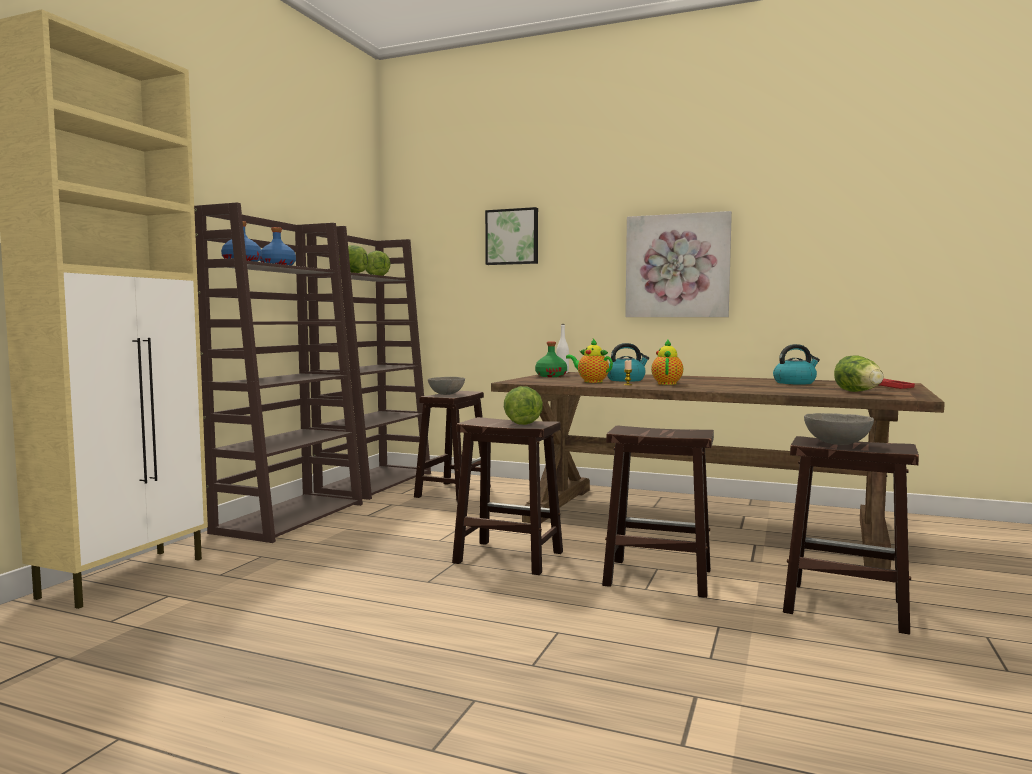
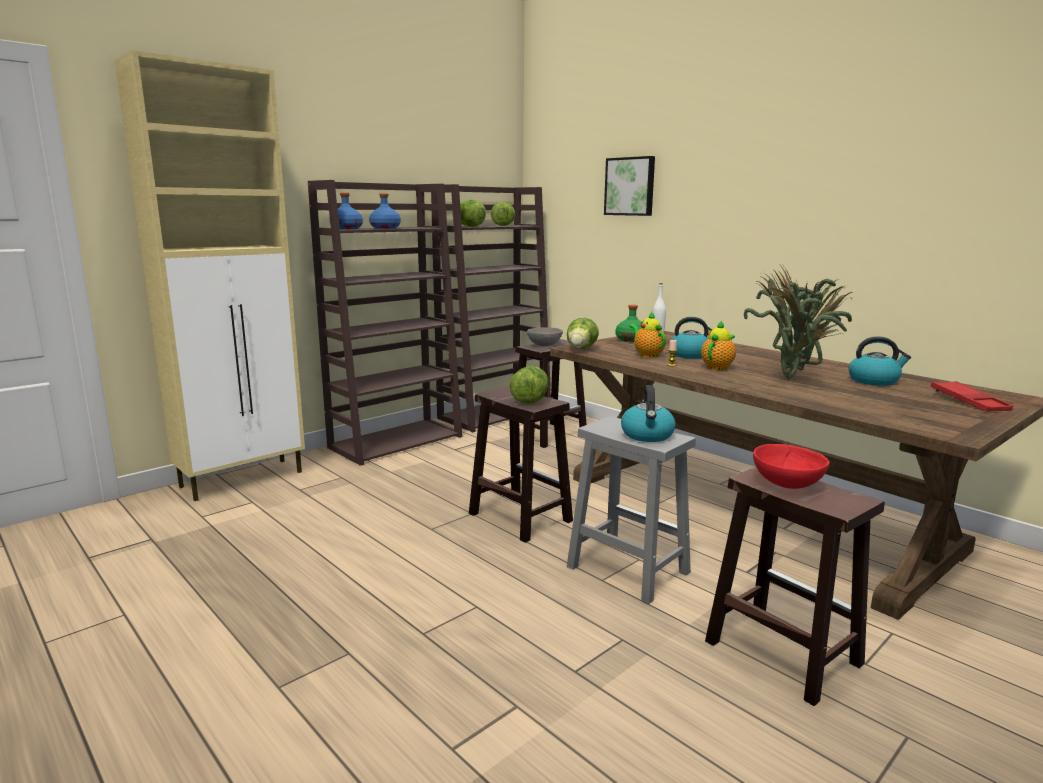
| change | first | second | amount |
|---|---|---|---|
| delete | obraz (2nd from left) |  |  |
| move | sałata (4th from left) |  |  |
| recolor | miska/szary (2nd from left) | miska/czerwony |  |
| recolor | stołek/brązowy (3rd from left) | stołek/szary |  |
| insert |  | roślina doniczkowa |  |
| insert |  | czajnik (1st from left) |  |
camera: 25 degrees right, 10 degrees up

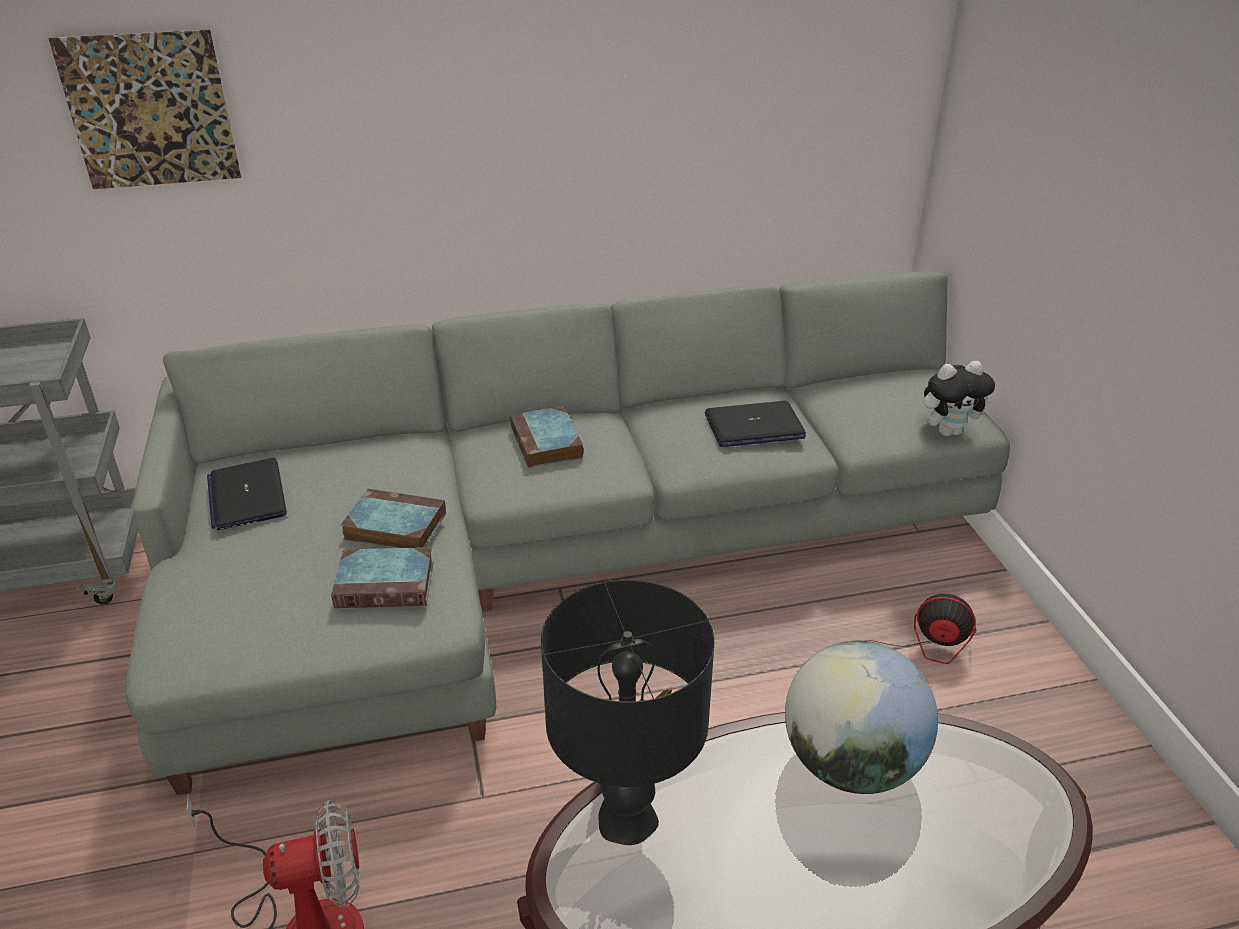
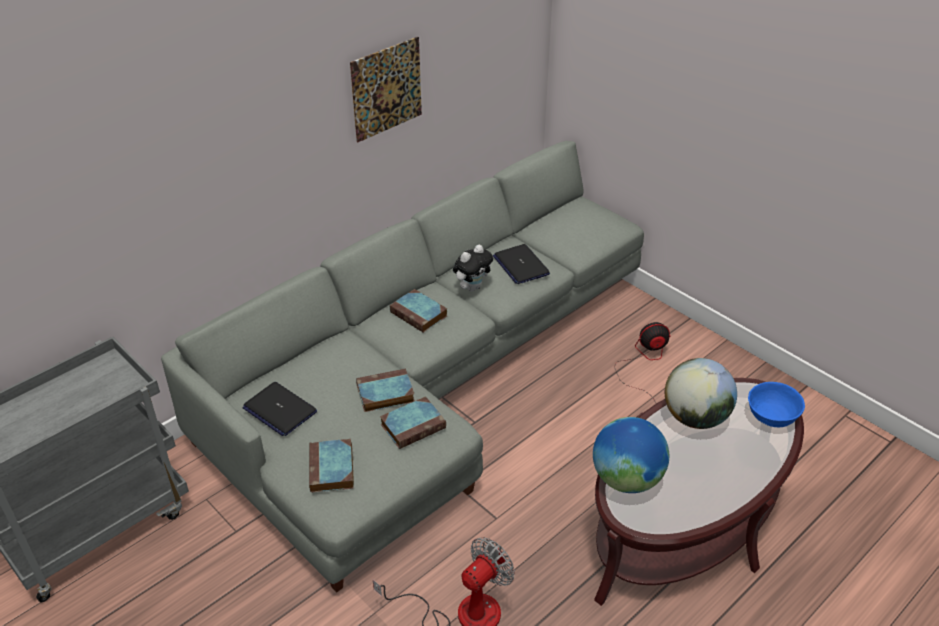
| change | first | second | amount |
|---|---|---|---|
| move | obraz |  |  |
| move | pluszak |  |  |
| rotate | laptop (2nd from left) |  | 105 degrees clockwise |
| replace | lampa stołowa/czarny | globus (1st from left) |  |
| insert |  | miska/niebieski |  |
| insert |  | książka (1st from left) |  |
camera: 30 degrees left, 5 degrees up

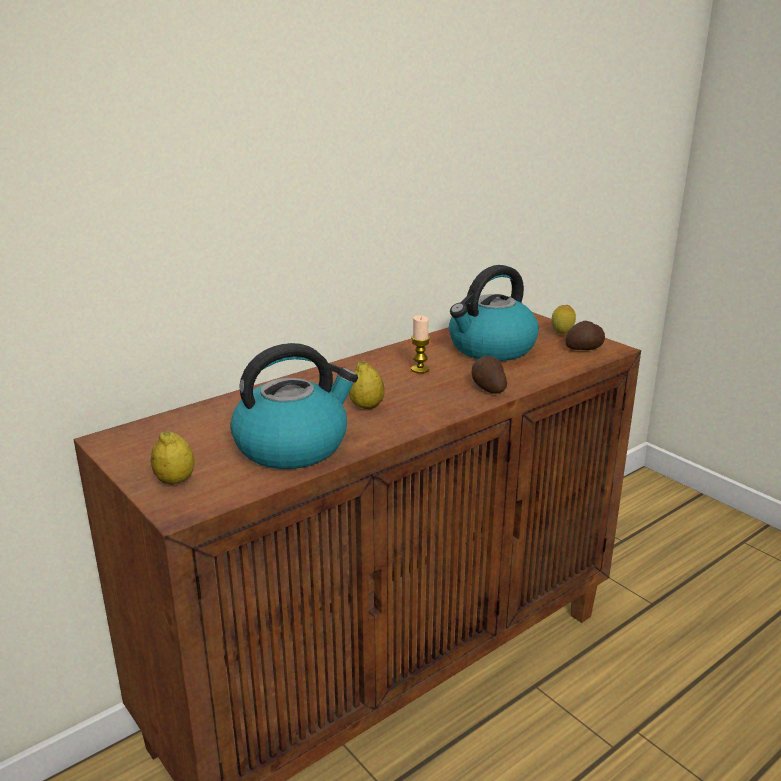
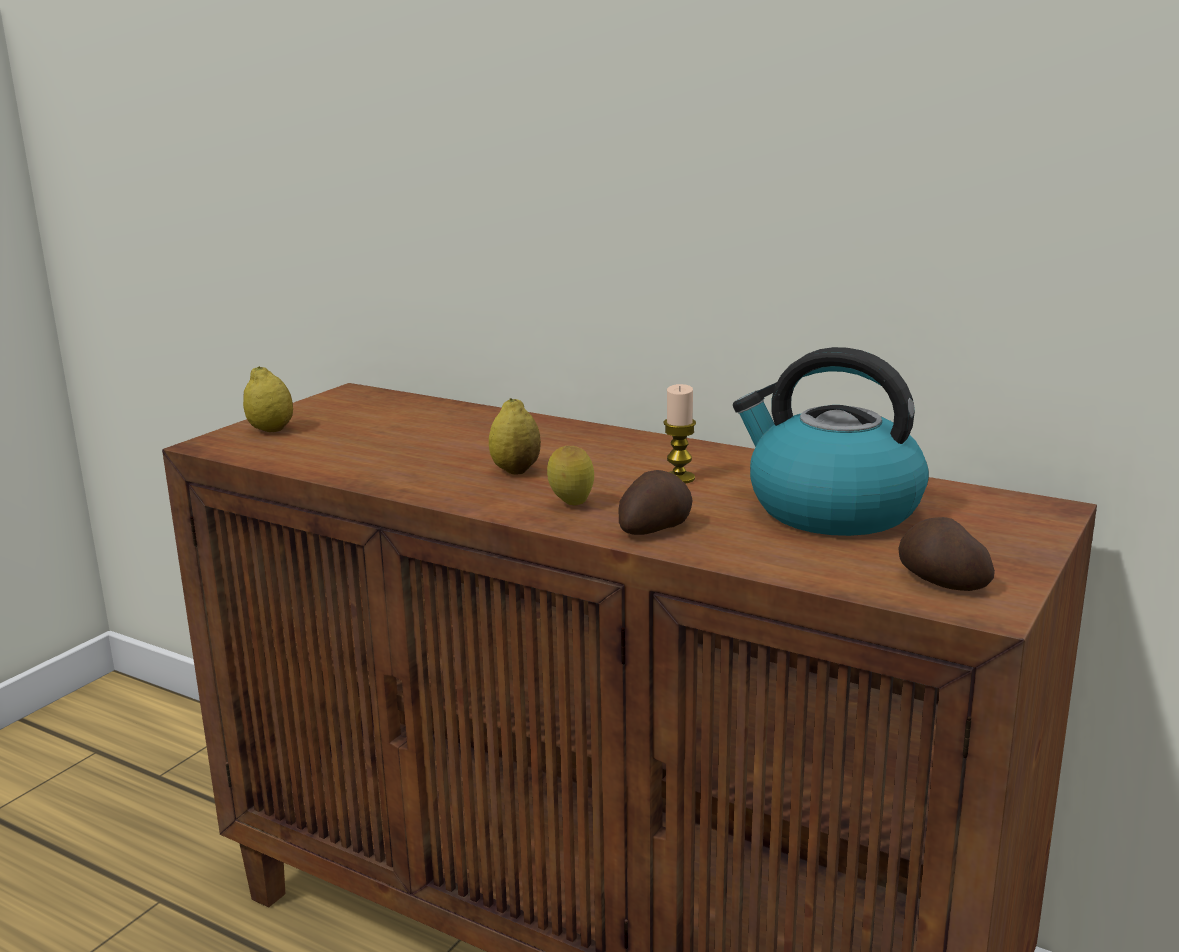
| change | first | second | amount |
|---|---|---|---|
| move | cytryna (3rd from left) |  |  |
| delete | czajnik (1st from left) |  |  |
camera: 70 degrees right, 5 degrees down

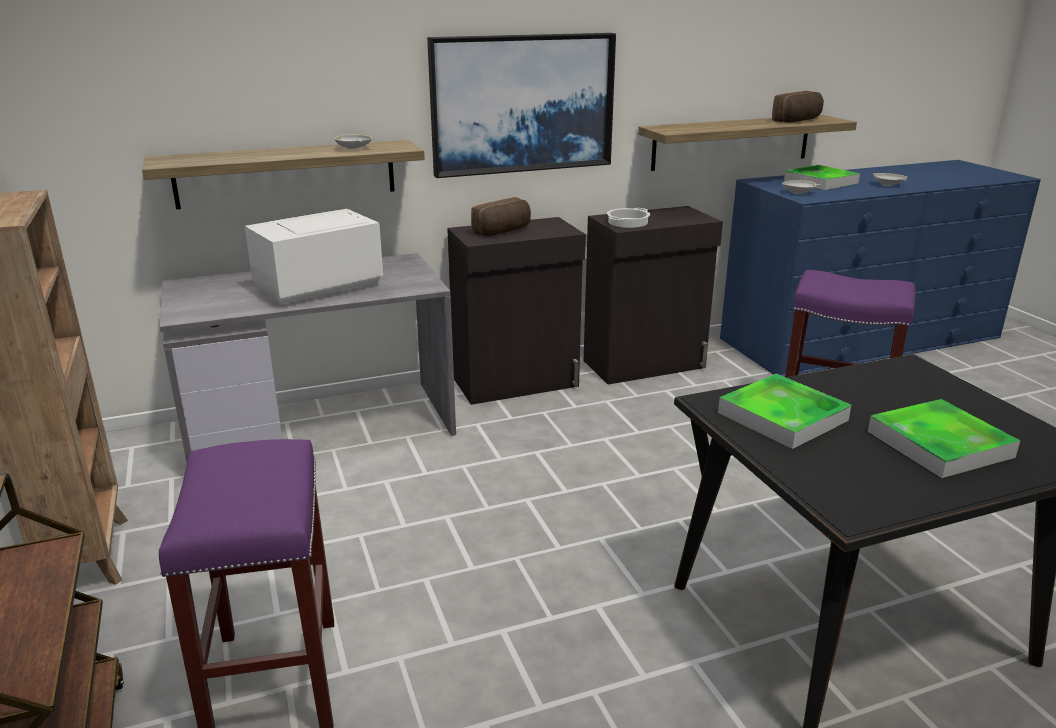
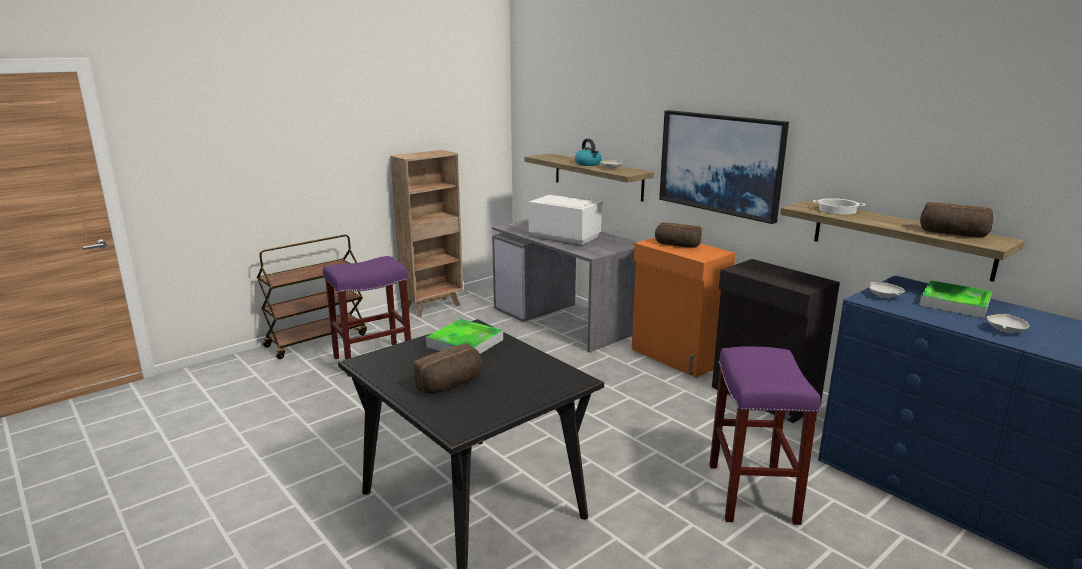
| change | first | second | amount |
|---|---|---|---|
| move | garnek |  |  |
| recolor | szafka/czarny (1st from left) | szafka/pomarańczowy |  |
| replace | taca (3rd from left) | chleb (1st from left) |  |
| insert |  | czajnik |  |
camera: 70 degrees right, 5 degrees down

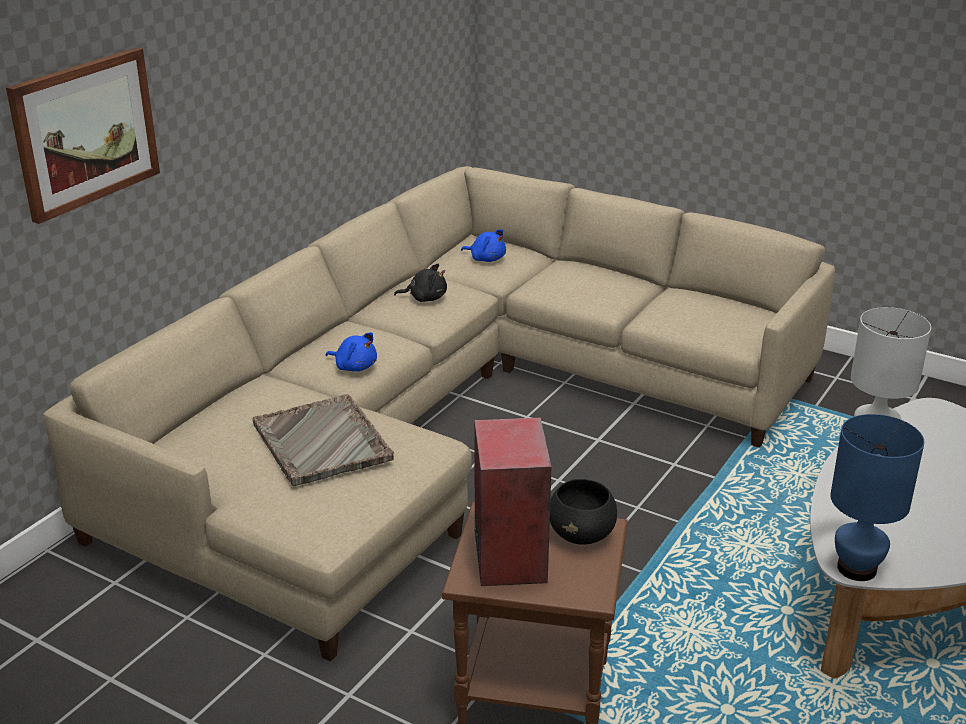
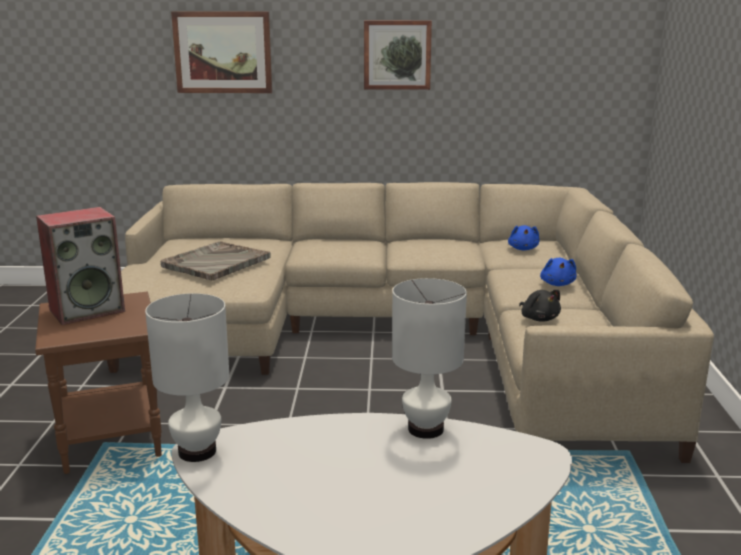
| change | first | second | amount |
|---|---|---|---|
| move | pluszak/czarny |  |  |
| move | pluszak/niebieski (1st from left in the first image) | pluszak/niebieski (2nd from left) |  |
| recolor | lampa stołowa/niebieski | lampa stołowa/biały (1st from left) |  |
| delete | miska/czarny |  |  |
| insert |  | obraz (2nd from left) |  |
camera: 60 degrees right, 10 degrees down

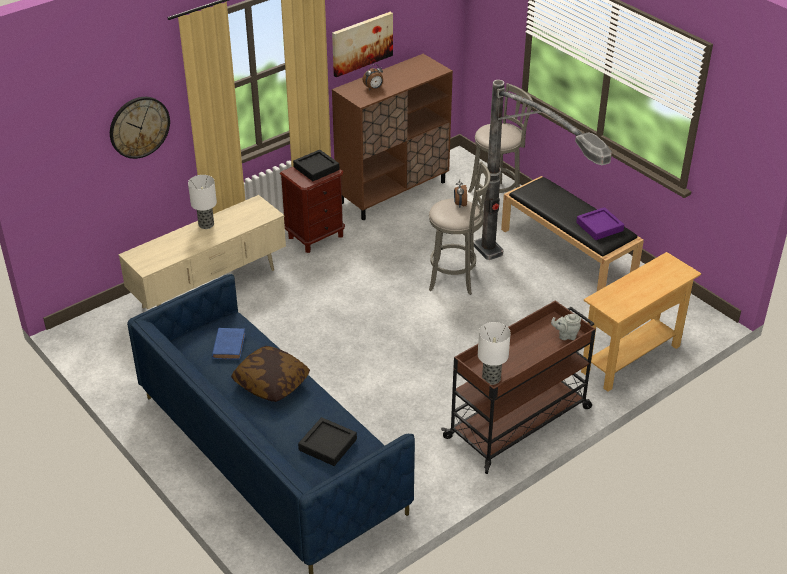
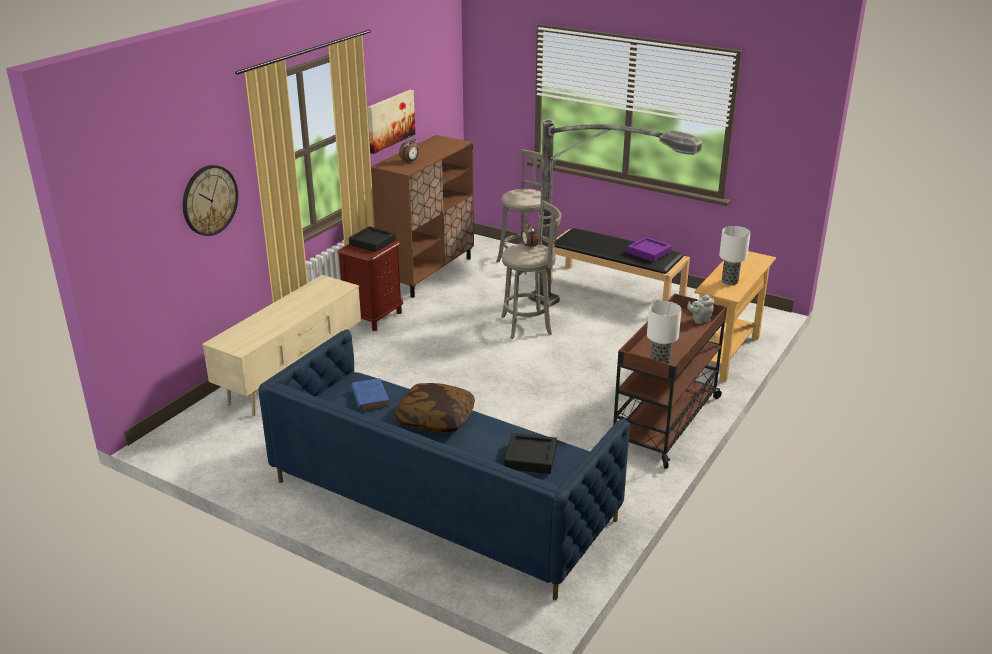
| change | first | second | amount |
|---|---|---|---|
| move | lampa stołowa (1st from left in the first image) | lampa stołowa (2nd from left) |  |
camera: 20 degrees left, 10 degrees down

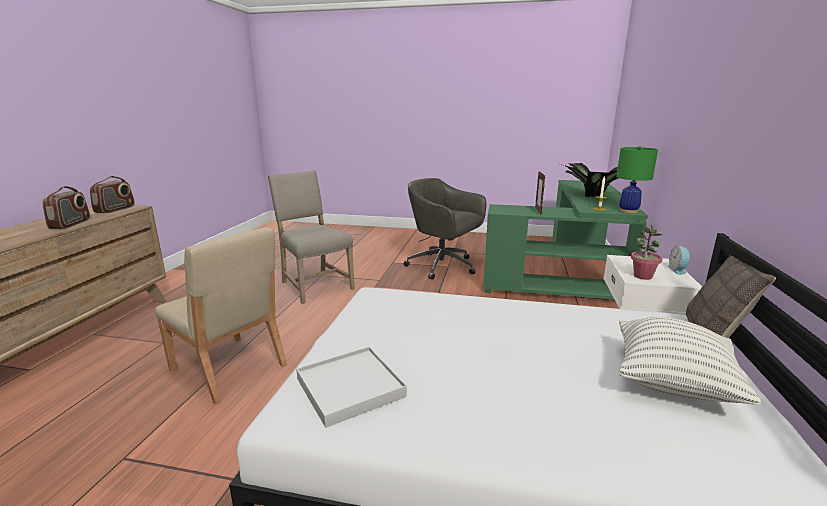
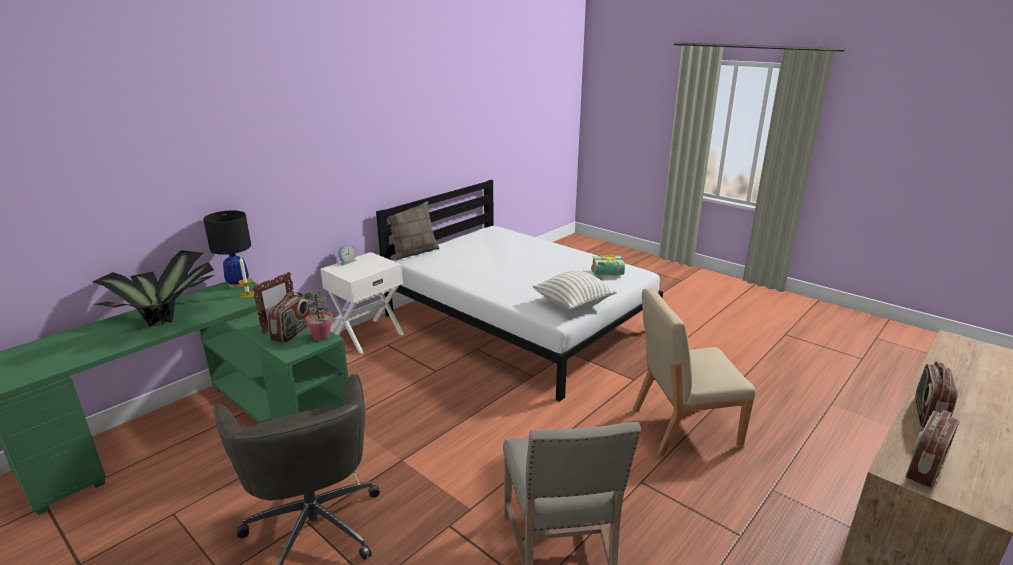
| change | first | second | amount |
|---|---|---|---|
| recolor | lampa stołowa/zielony | lampa stołowa/czarny |  |
| move | roślina doniczkowa (2nd from left) |  |  |
| rotate | krzesło/beżowy (1st from left in the first image) | krzesło/beżowy (2nd from left) | 75 degrees counterclockwise |
| move | poduszka (1st from left in the first image) | poduszka (2nd from left) |  |
| replace | taca/biały | książka |  |
| insert |  | radio (1st from left) |  |
camera: 150 degrees left, 5 degrees up

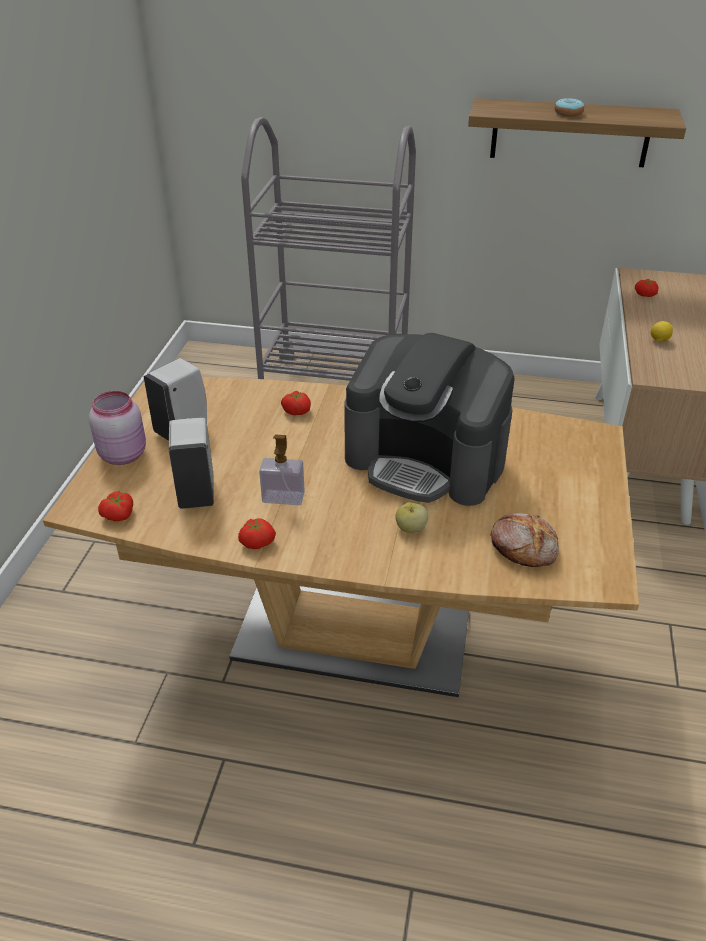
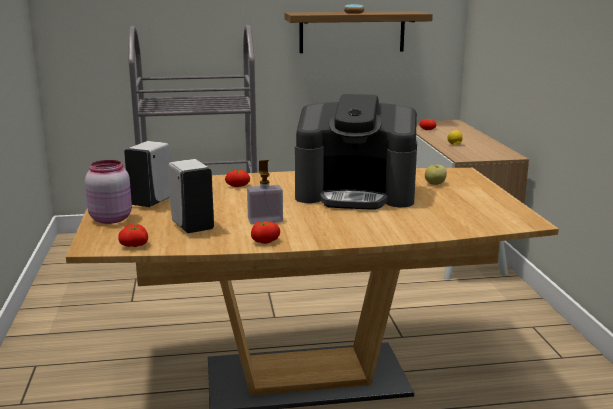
| change | first | second | amount |
|---|---|---|---|
| move | jabłko |  |  |
| delete | chleb |  |  |
camera: 20 degrees left, 20 degrees down

